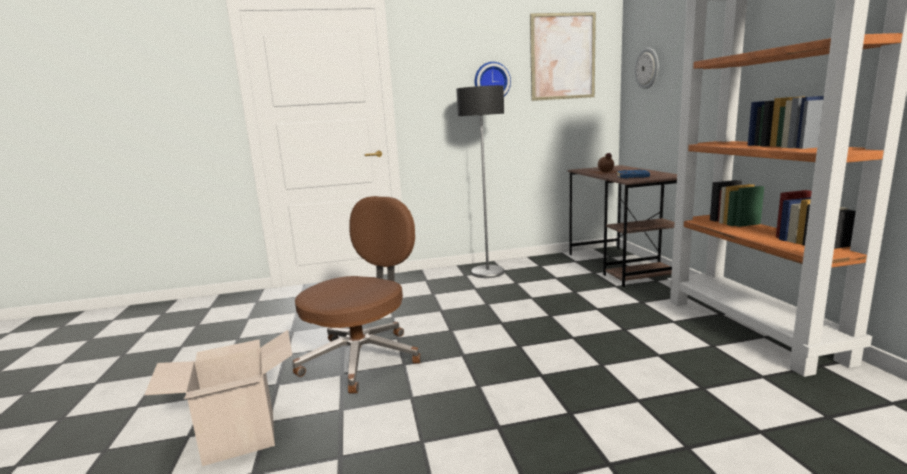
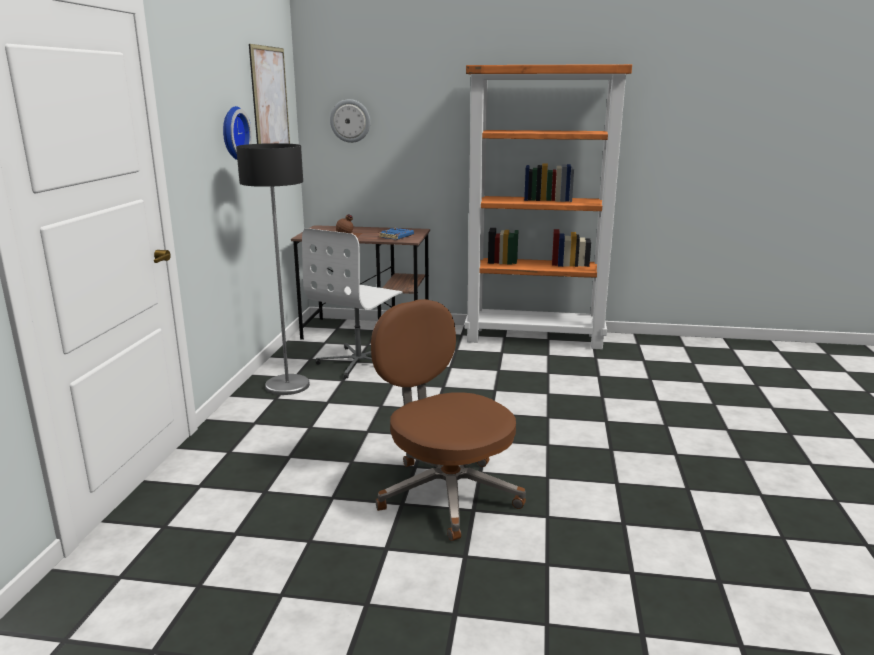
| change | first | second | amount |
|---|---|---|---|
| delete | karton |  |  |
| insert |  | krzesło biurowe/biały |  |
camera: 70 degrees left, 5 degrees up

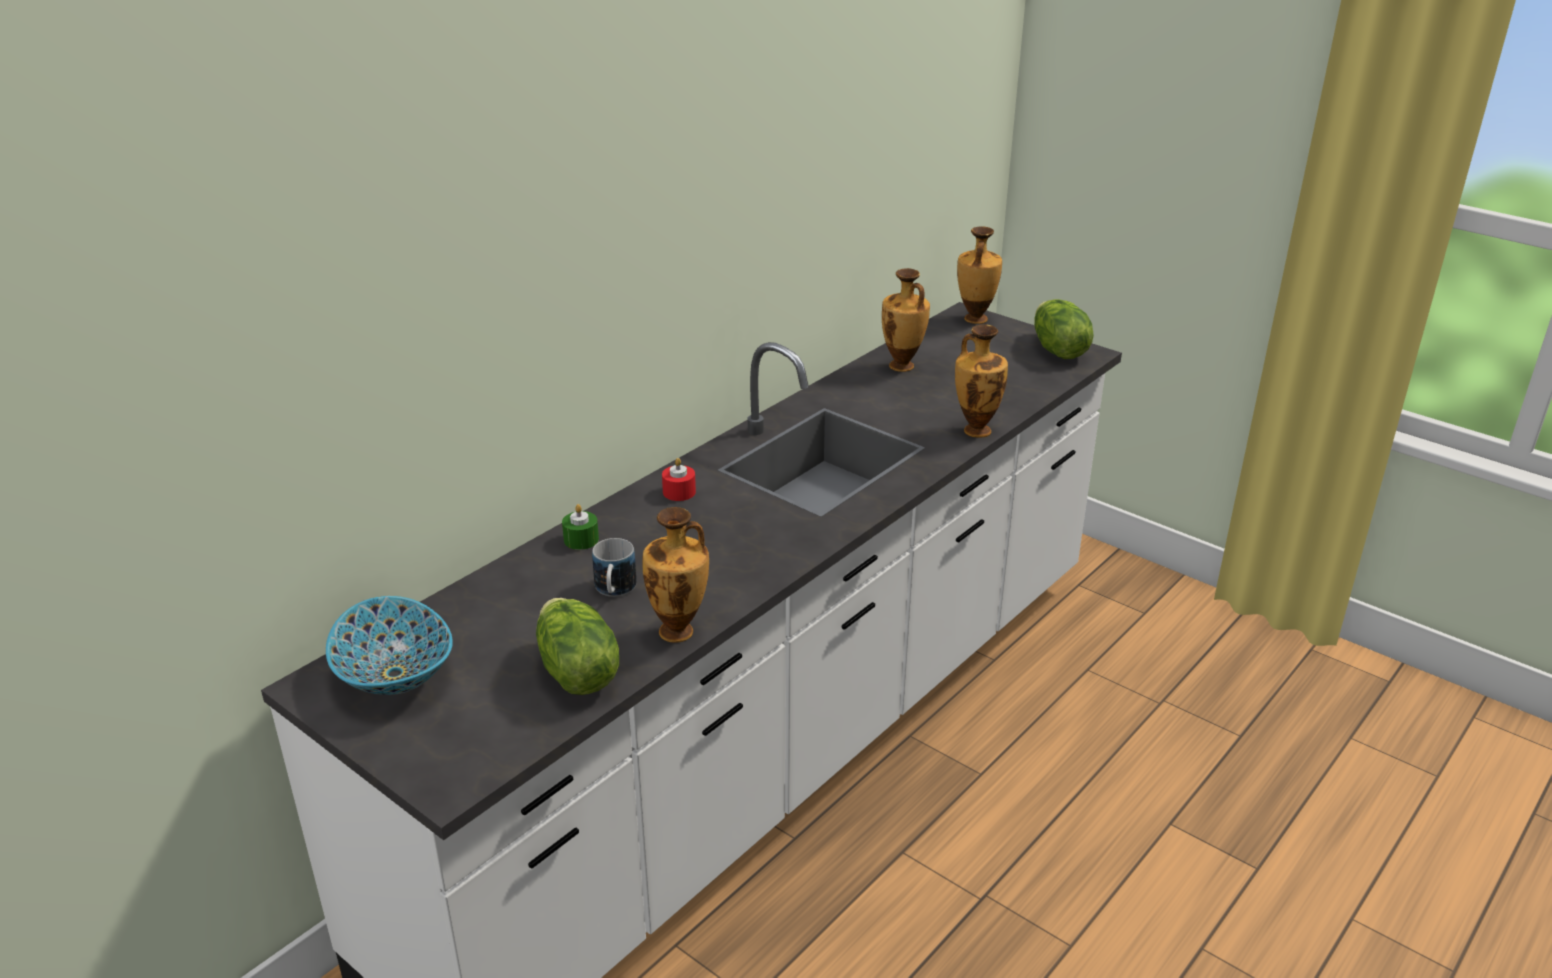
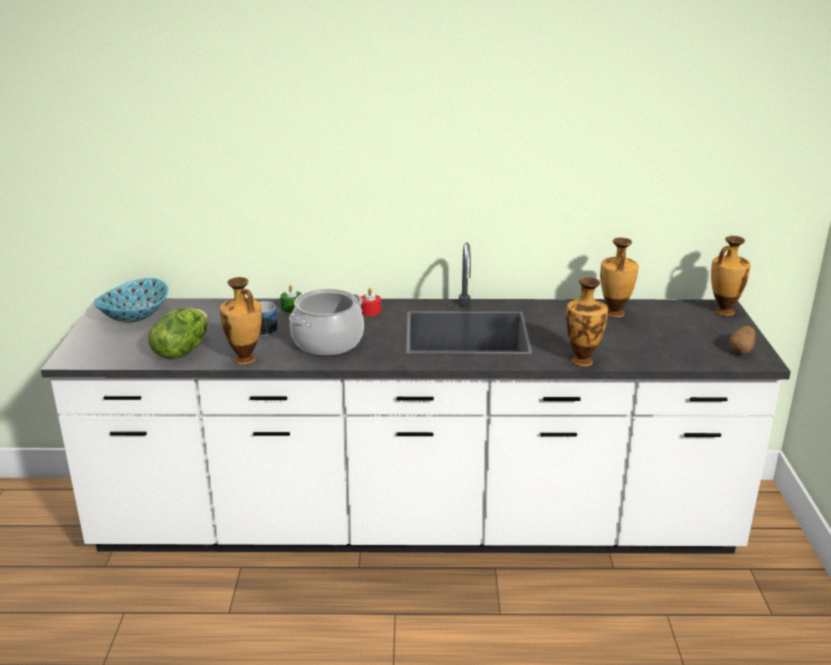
| change | first | second | amount |
|---|---|---|---|
| replace | sałata (2nd from left) | ziemniak |  |
| insert |  | garnek |  |
camera: 50 degrees right, 5 degrees down

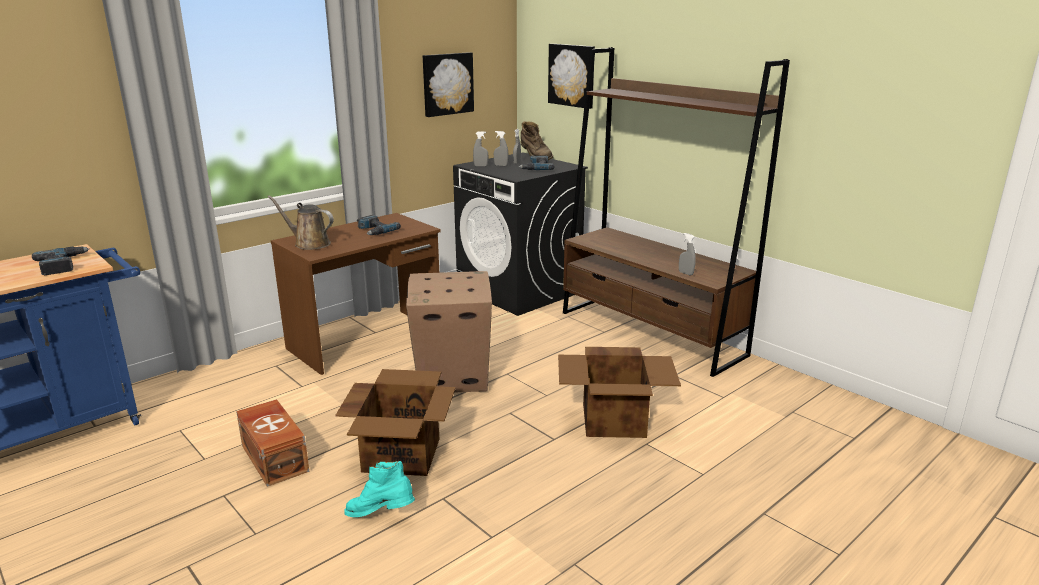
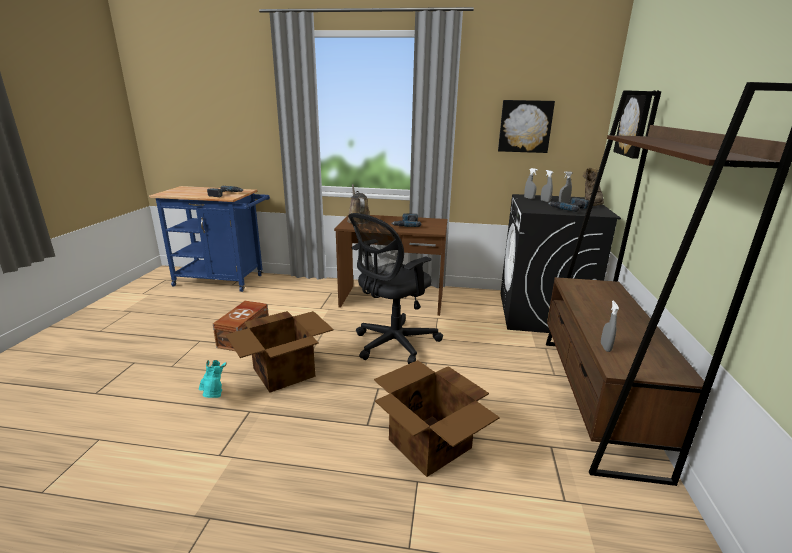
| change | first | second | amount |
|---|---|---|---|
| replace | karton (2nd from left) | krzesło biurowe/czarny |  |
camera: 50 degrees right, 0 degrees up

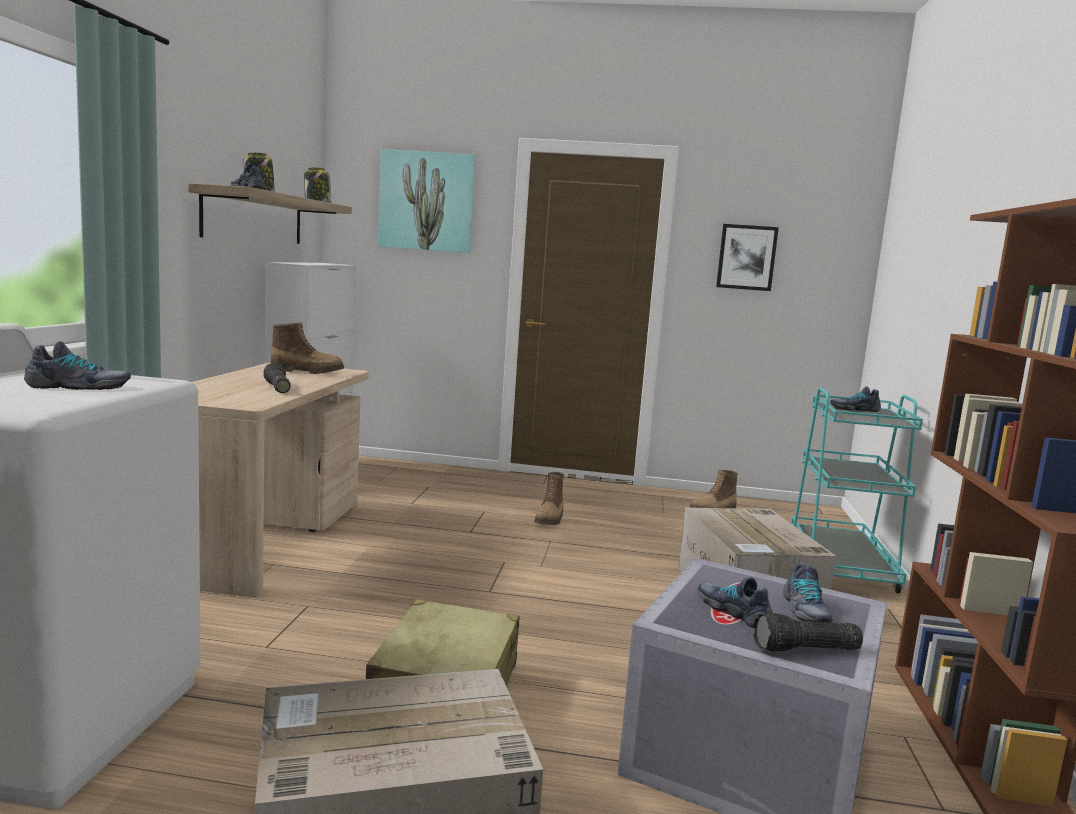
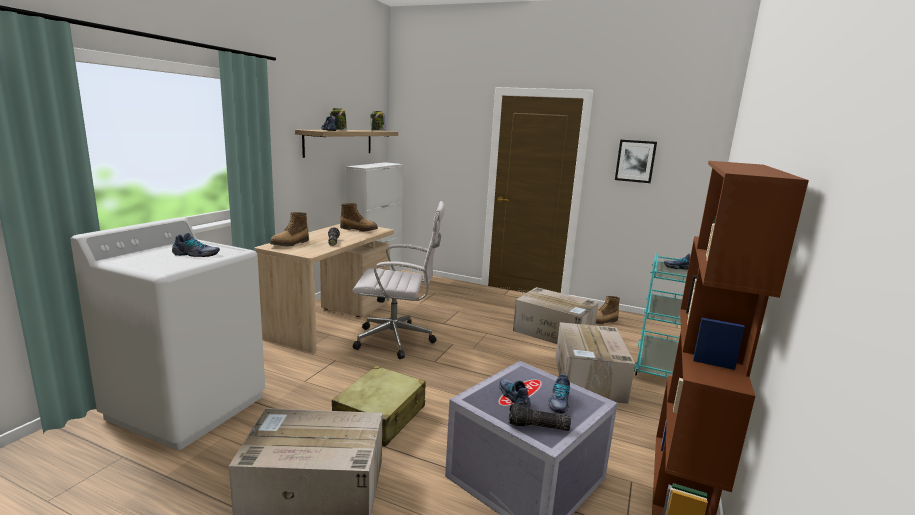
| change | first | second | amount |
|---|---|---|---|
| delete | obraz (1st from left) |  |  |
| move | but z cholewką (2nd from left in the first image) | but z cholewką (1st from left) |  |
| insert |  | krzesło biurowe/biały |  |
| insert |  | karton (2nd from left) |  |
camera: 15 degrees right, 5 degrees up

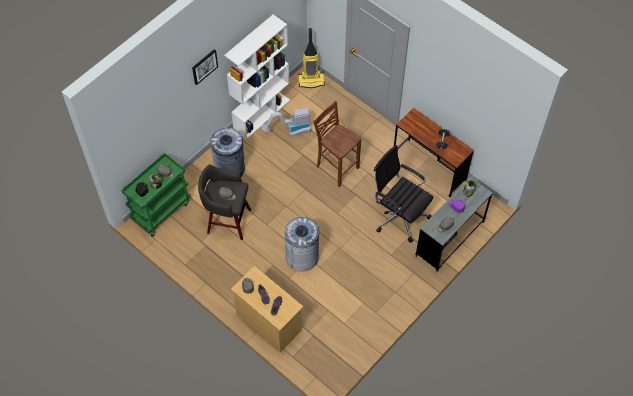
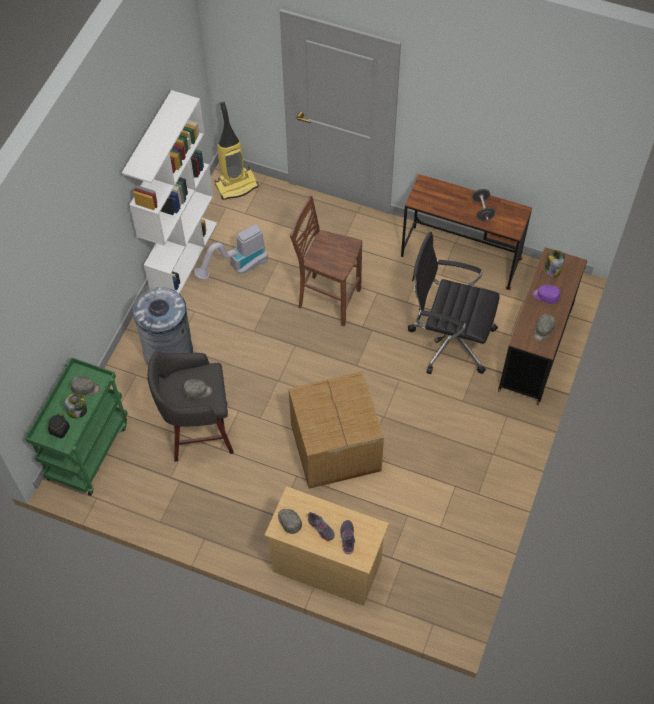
| change | first | second | amount |
|---|---|---|---|
| delete | obraz |  |  |
| recolor | biurko/szary | biurko/brązowy (2nd from left) |  |
| replace | kosz na śmieci/szary (2nd from left) | karton |  |
camera: 20 degrees left, 0 degrees up

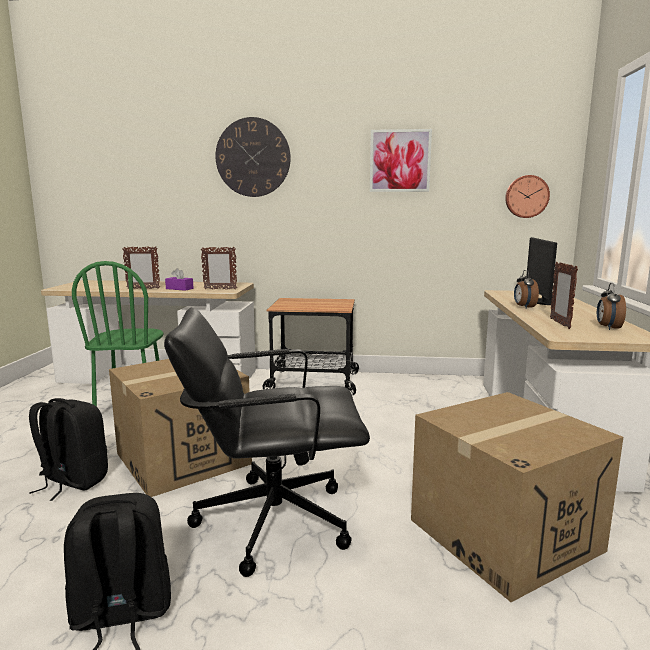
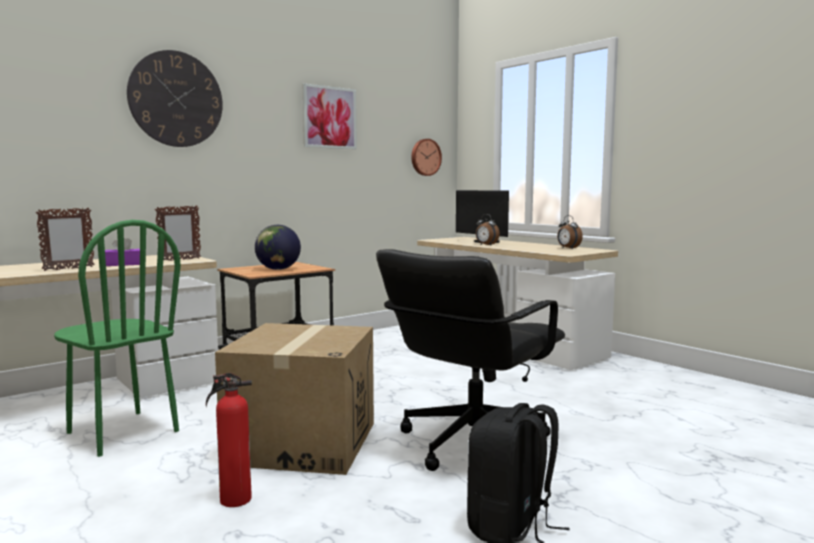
| change | first | second | amount |
|---|---|---|---|
| delete | ramka na zdjęcie (3rd from left) |  |  |
| delete | karton (2nd from left) |  |  |
| replace | plecak/czarny (1st from left) | gaśnica |  |
| insert |  | globus |  |
camera: 45 degrees left, 5 degrees down

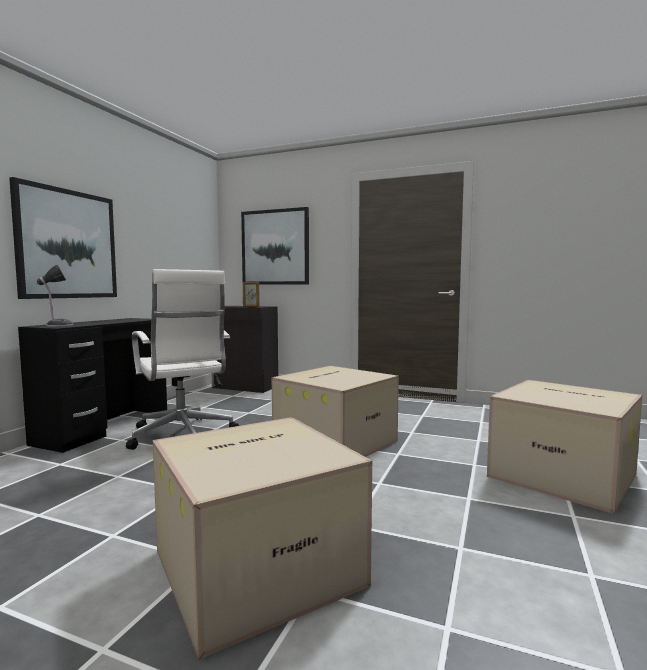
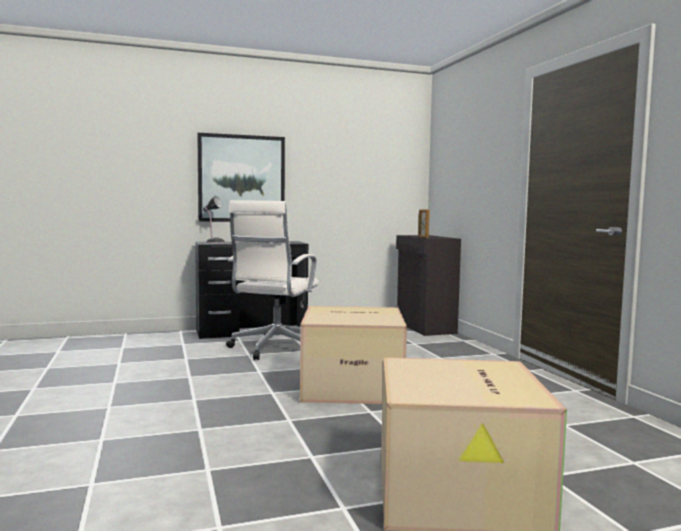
| change | first | second | amount |
|---|---|---|---|
| delete | obraz (2nd from left) |  |  |
| delete | karton (1st from left) |  |  |
camera: 50 degrees right, 0 degrees up

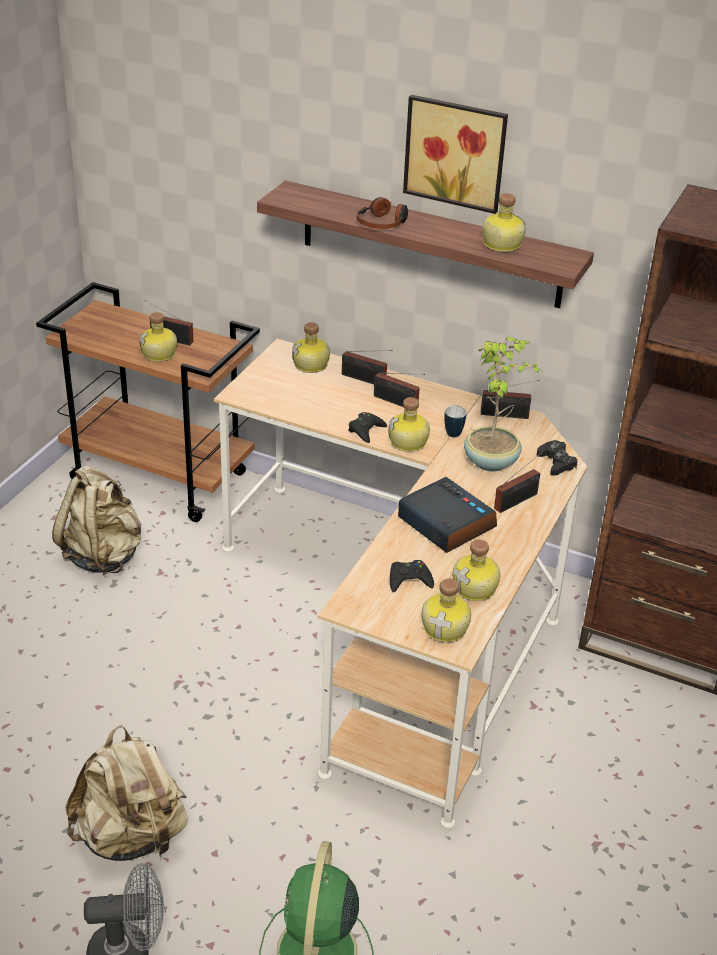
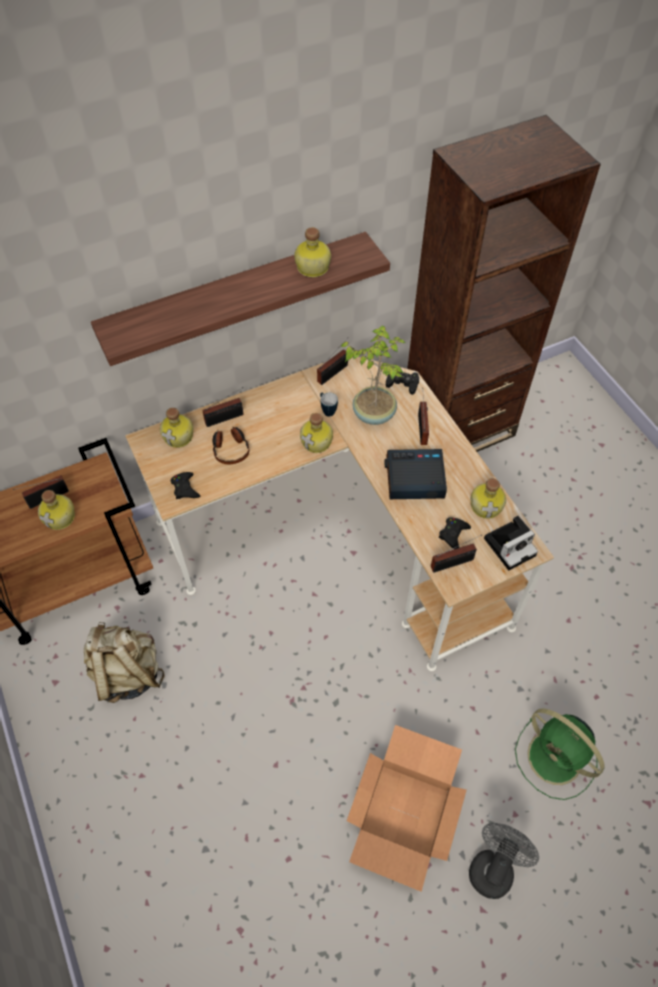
| change | first | second | amount |
|---|---|---|---|
| delete | obraz |  |  |
| move | słuchawki |  |  |
| move | radio (3rd from left in the first image) | radio (5th from left) |  |
| move | pad do gier/czarny (1st from left) |  |  |
| replace | butelka (4th from left) | aparat fotograficzny |  |
| replace | plecak/beżowy (2nd from left) | karton |  |
camera: 50 degrees left, 20 degrees up

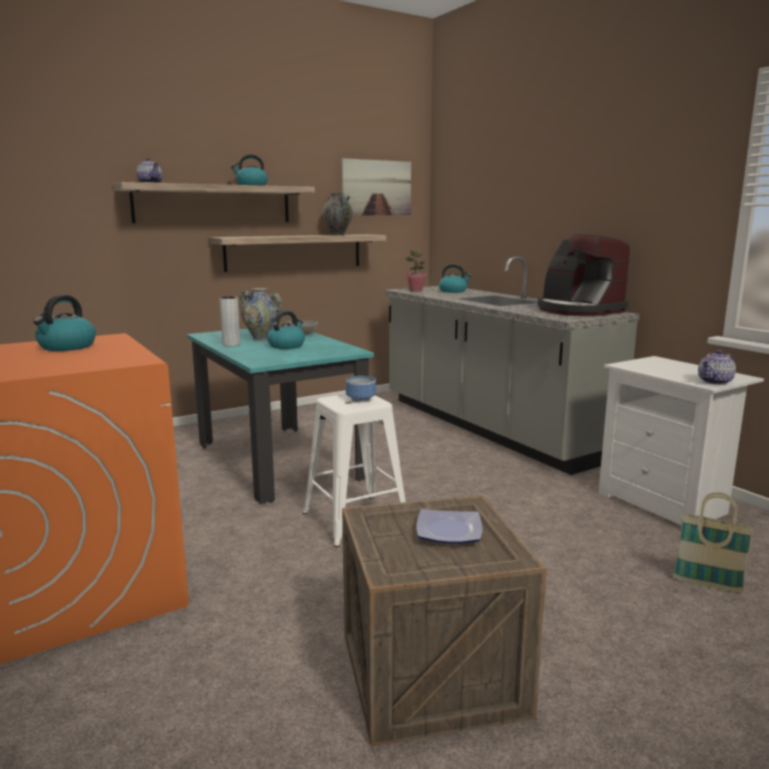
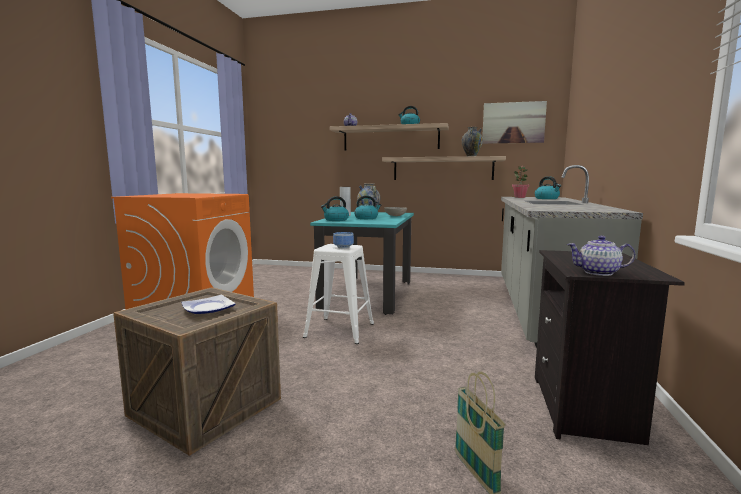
| change | first | second | amount |
|---|---|---|---|
| delete | ekspres do kawy |  |  |
| move | czajnik (1st from left) |  |  |
| recolor | szafka nocna/biały | szafka nocna/czarny |  |
camera: 45 degrees right, 5 degrees down

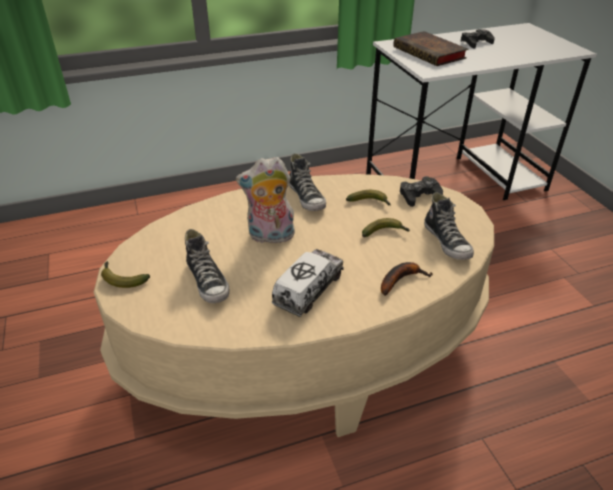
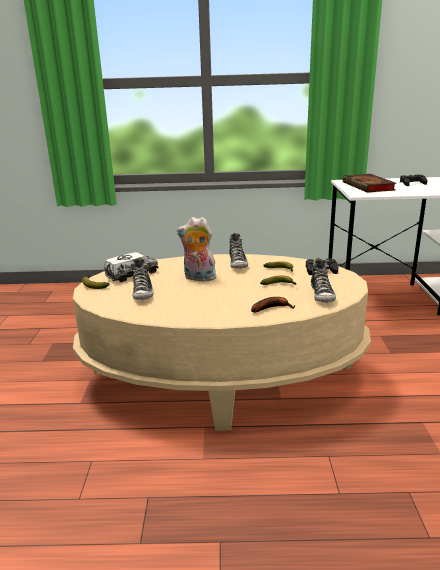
| change | first | second | amount |
|---|---|---|---|
| move | ciężarówka zabawkowa |  |  |
camera: 20 degrees right, 15 degrees down

